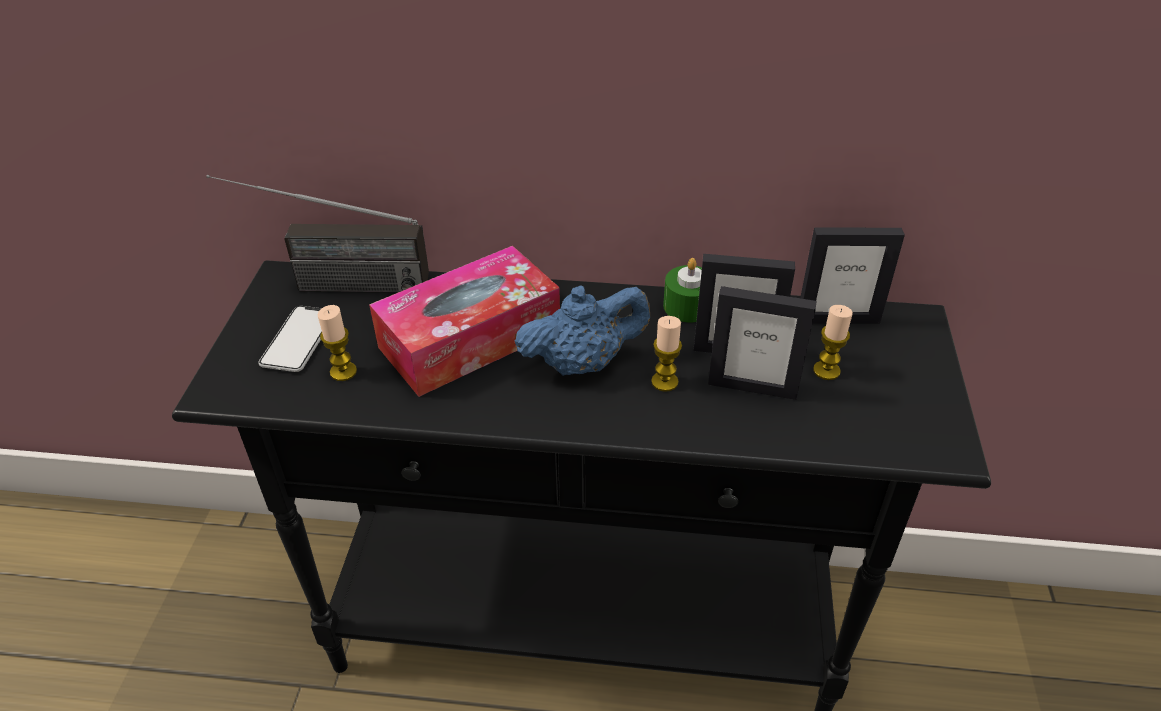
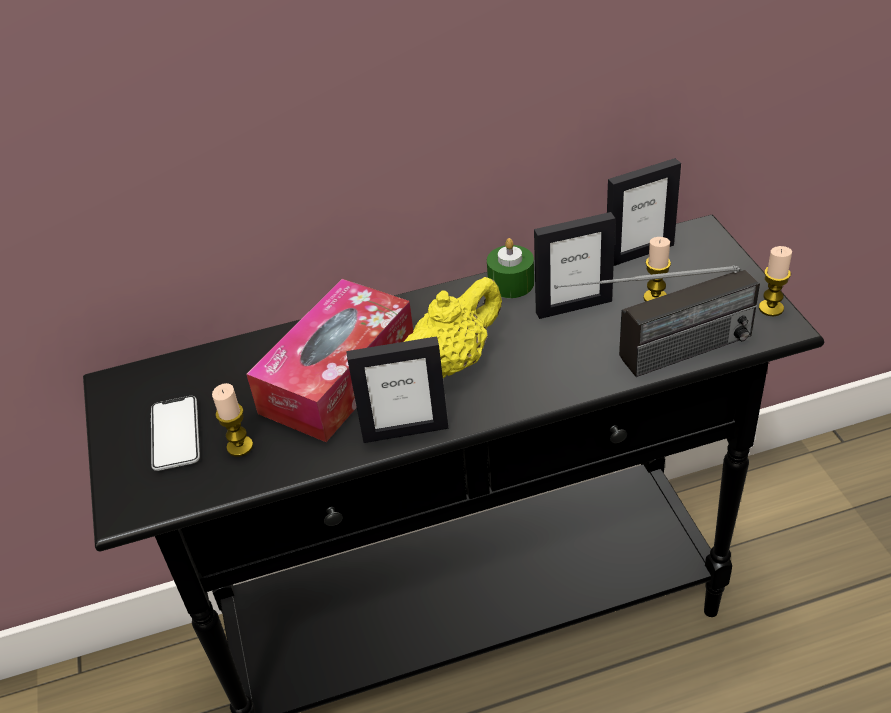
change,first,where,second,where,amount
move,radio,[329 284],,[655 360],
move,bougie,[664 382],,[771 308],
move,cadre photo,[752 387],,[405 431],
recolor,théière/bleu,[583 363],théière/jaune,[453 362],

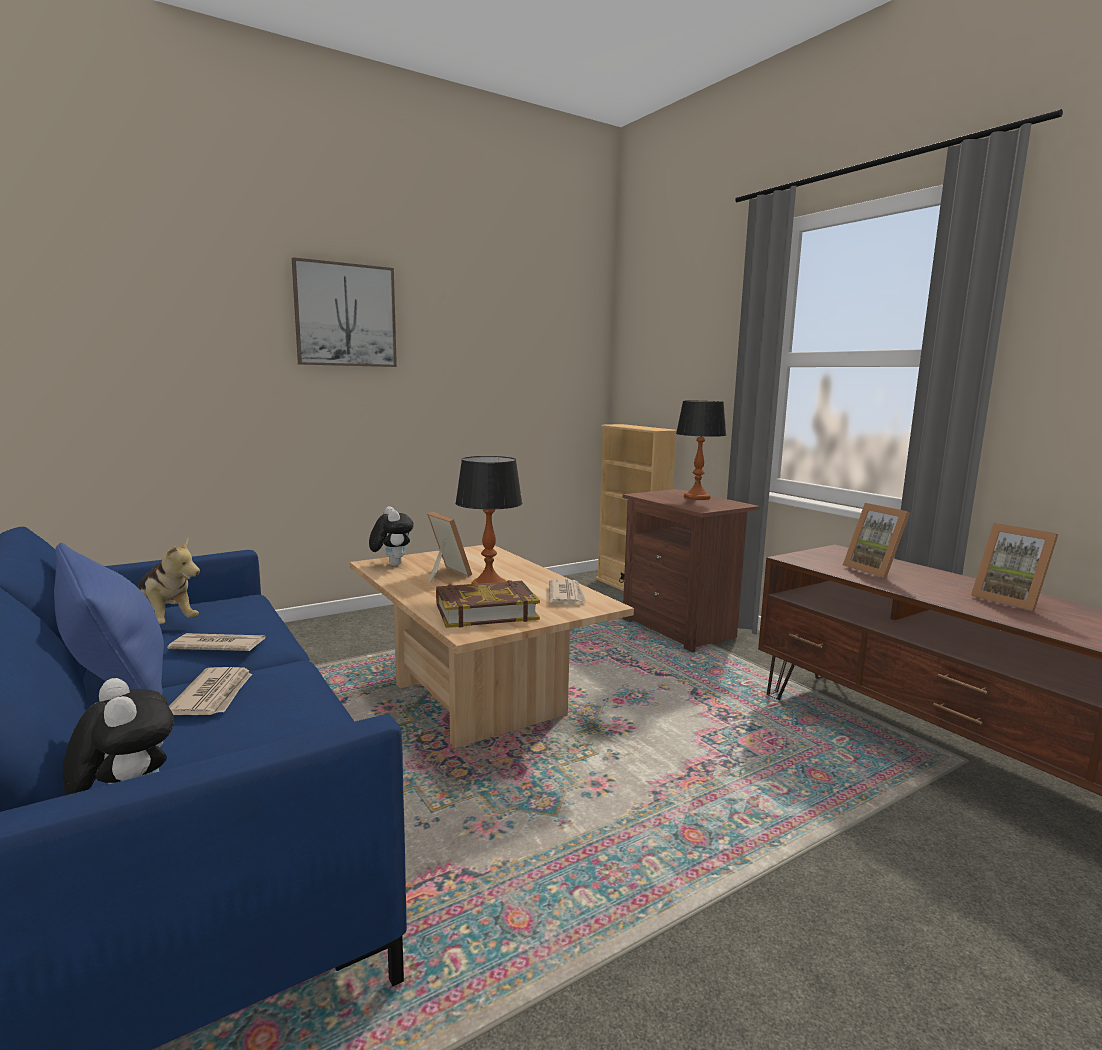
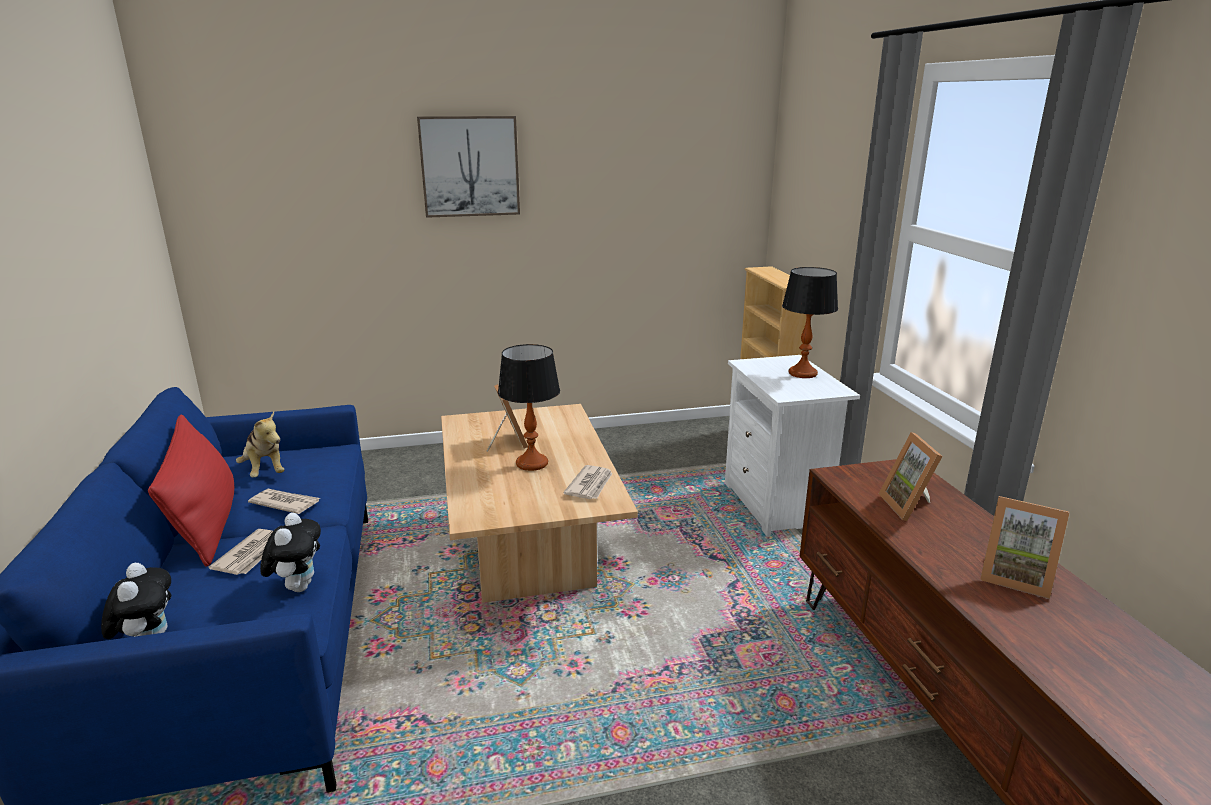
change,first,where,second,where,amount
delete,livre,[485 611],,,
move,peluche,[391 564],,[298 586],
recolor,coussin/bleu,[115 675],coussin/rouge,[205 522],
recolor,table de chevet/marron,[682 629],table de chevet/blanc,[778 505],
rotate,cadre photo,[1010 600],,[1014 577],45 degrees counterclockwise

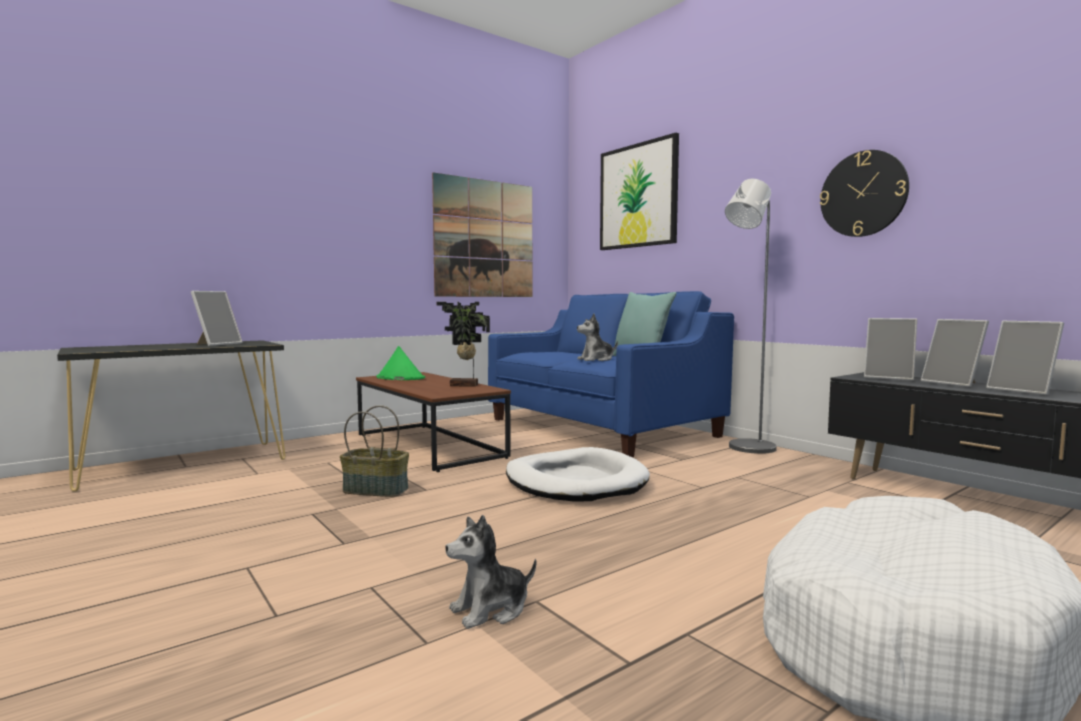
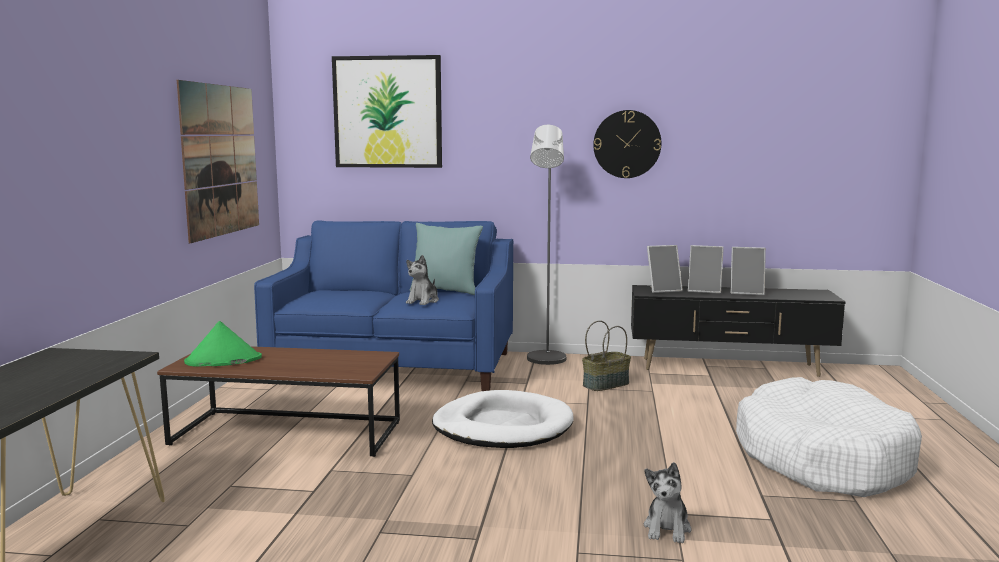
change,first,where,second,where,amount
delete,cadre photo,[217 344],,,
delete,plante en pot,[464 386],,,
move,panier,[376 490],,[605 384],

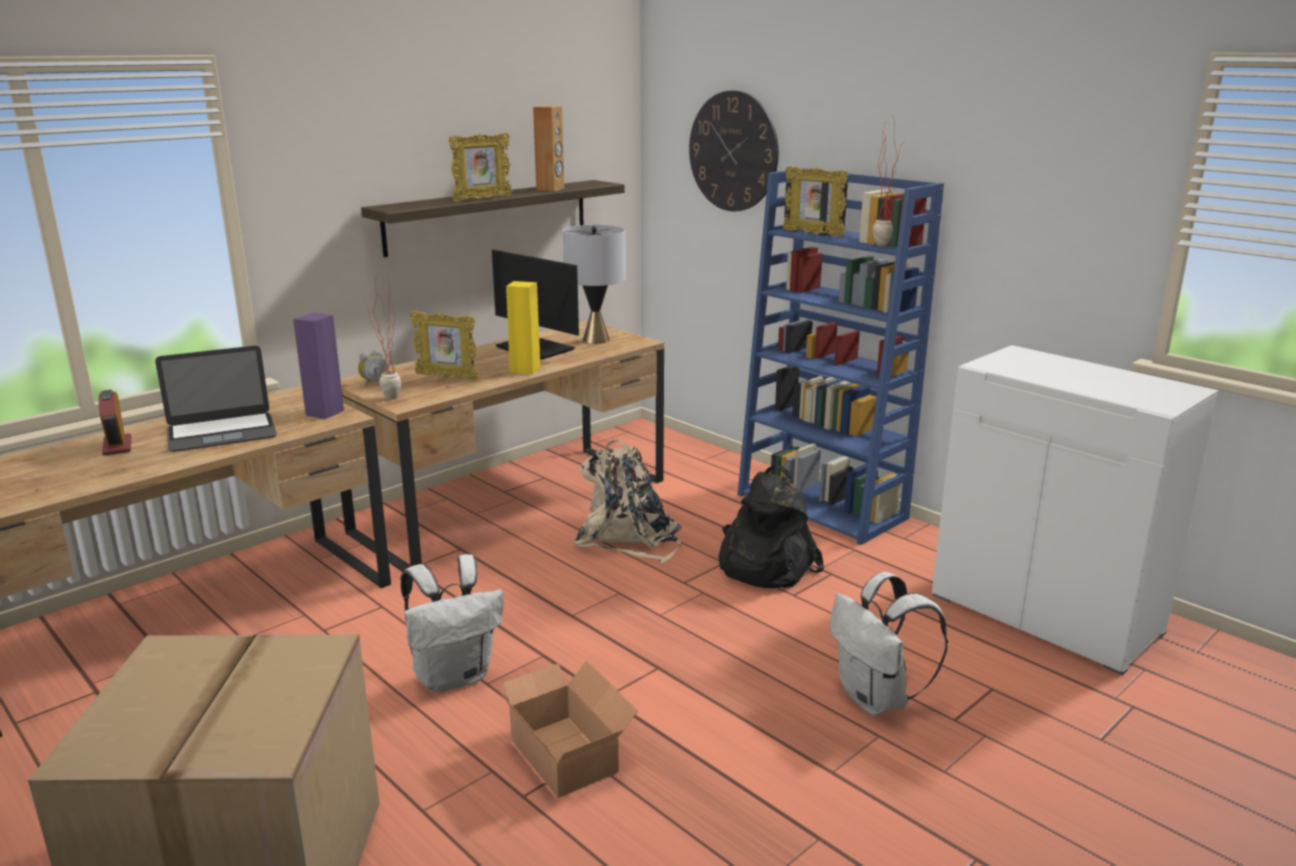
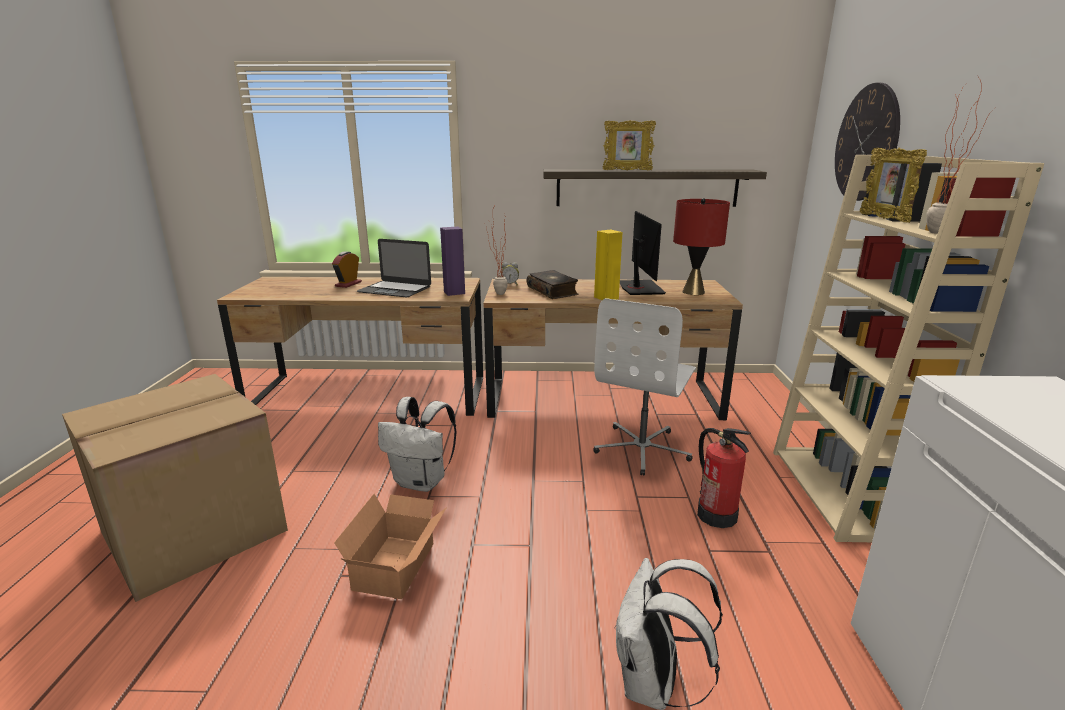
change,first,where,second,where,amount
delete,enceinte/marron,[550 189],,,
replace,cadre photo,[447 377],livre,[553 291],
replace,sac à dos/beige,[628 539],chaise de bureau/blanc,[642 449],
replace,sac à dos/noir,[763 566],extincteur,[716 515],
recolor,lampe de table/gris,[596 340],lampe de table/rouge,[693 292],
recolor,bibliothèque/bleu,[823 506],bibliothèque/beige,[843 493],

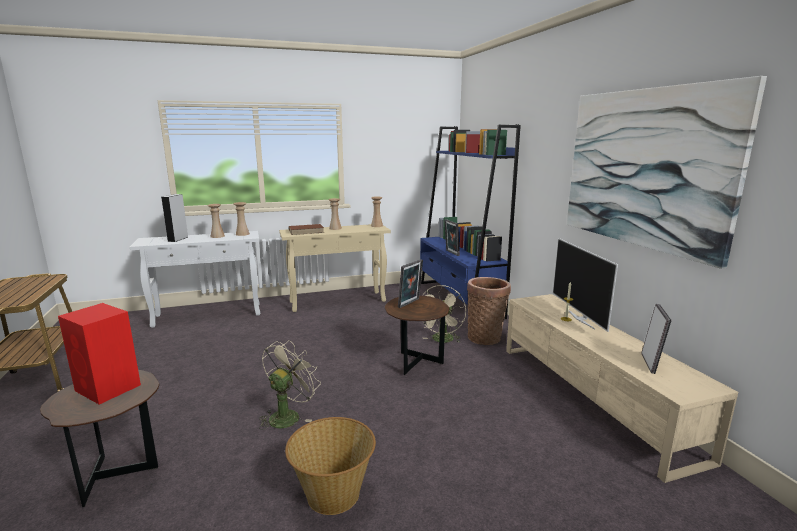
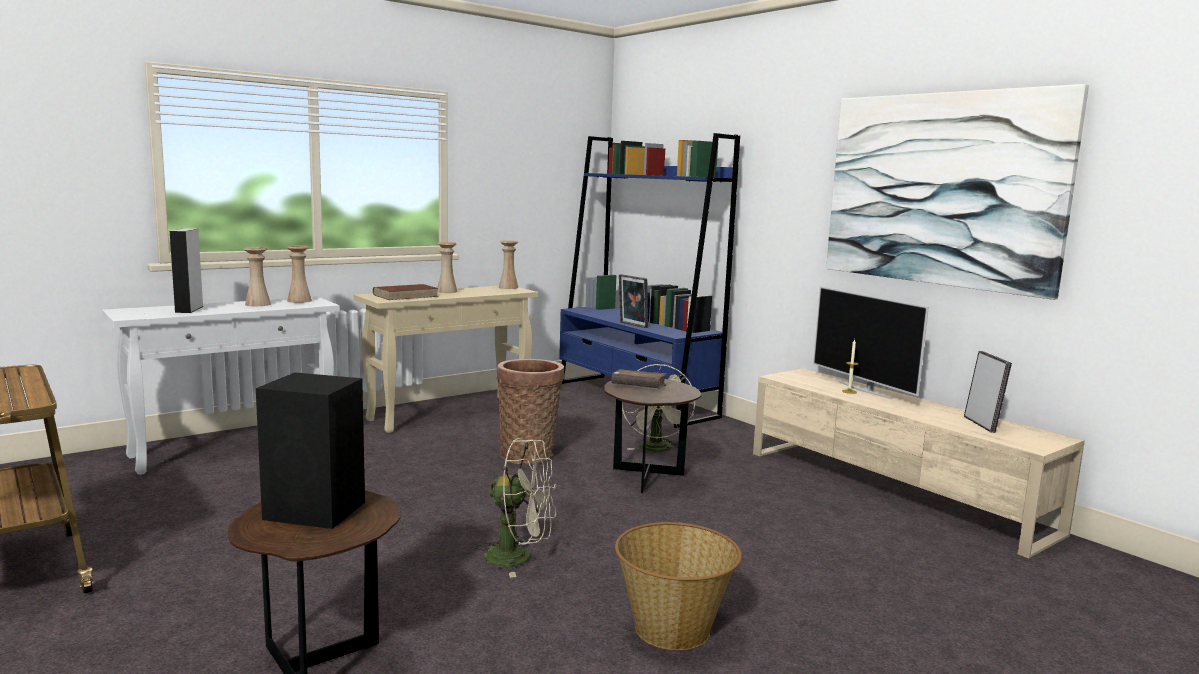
change,first,where,second,where,amount
move,panier,[485 337],,[528 454],
replace,cadre photo,[410 303],livre/marron,[638 386],
recolor,enceinte/rouge,[109 388],enceinte/noir,[317 511],
rotate,ventilateur/beige,[288 415],,[519 558],90 degrees clockwise

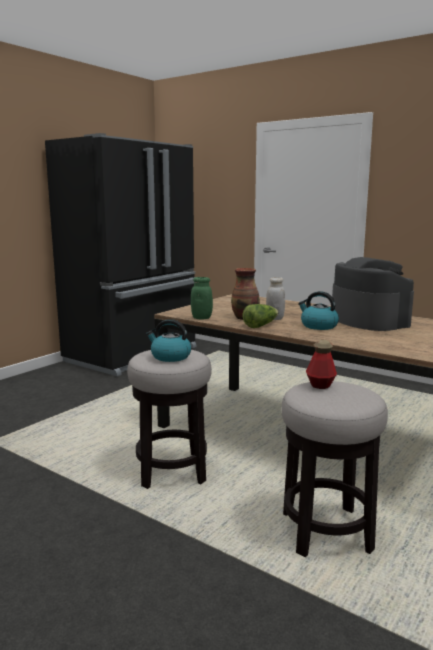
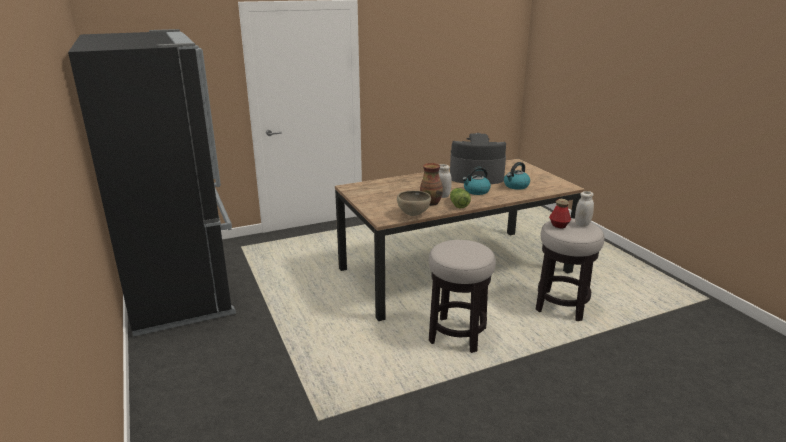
change,first,where,second,where,amount
insert,,,bocal/blanc,[582 224],
move,bouilloire,[170 357],,[516 186],
replace,bocal/vert,[201 318],bol/marron,[413 215],

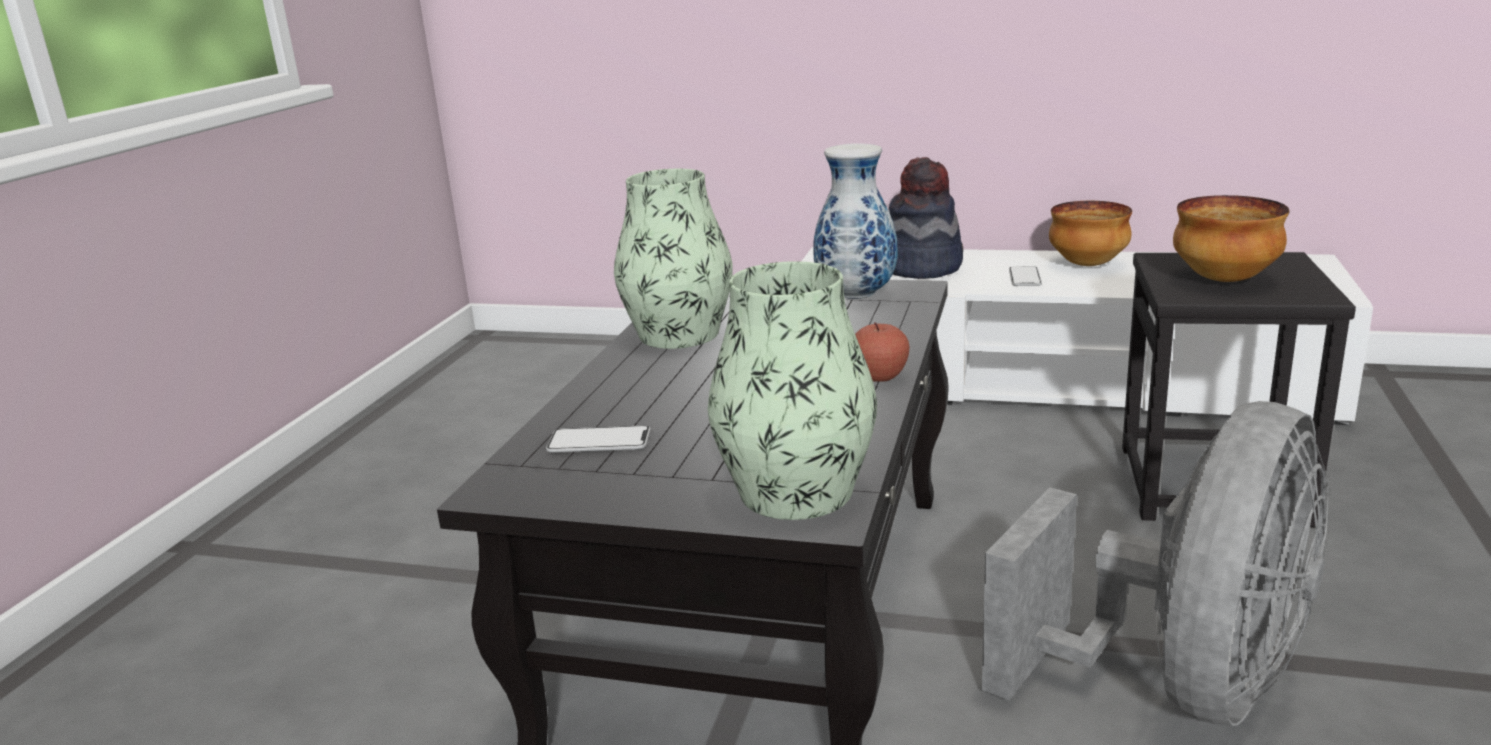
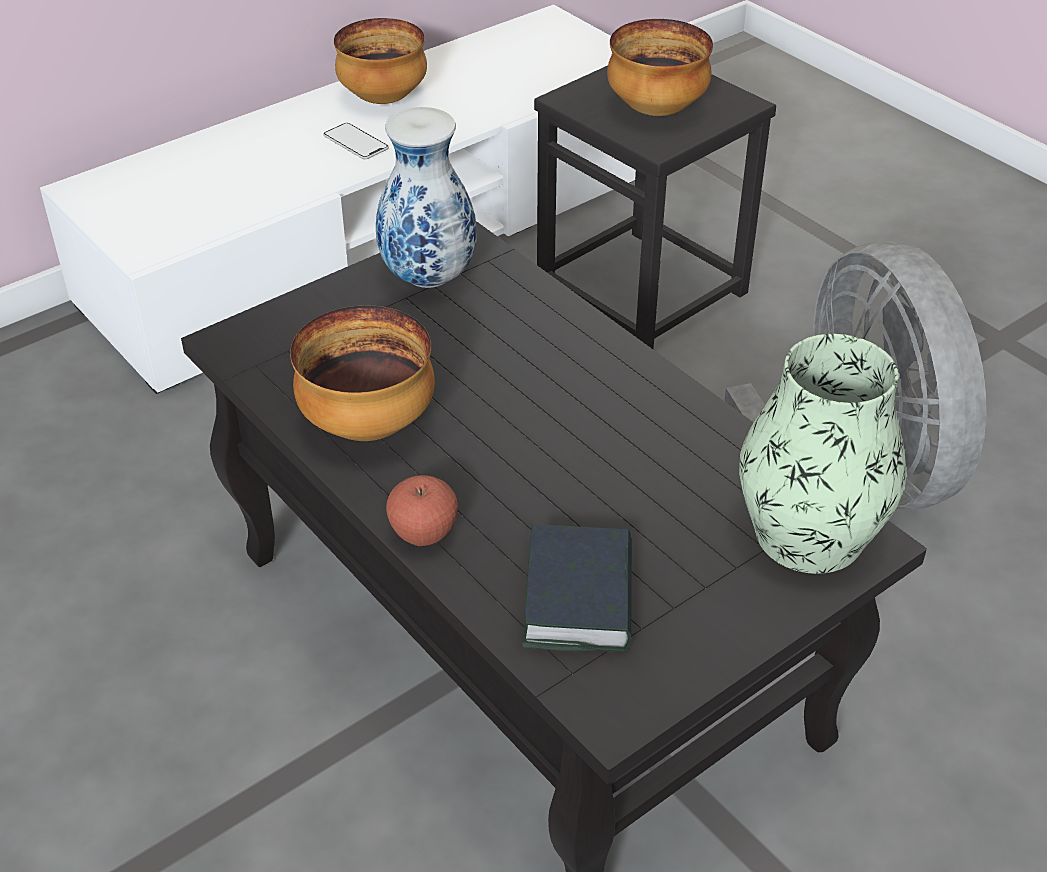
change,first,where,second,where,amount
delete,chapeau,[921 267],,,
move,pomme,[879 377],,[423 533],
replace,téléphone,[599 442],livre,[579 599],
replace,vase,[678 334],bol,[368 426],

